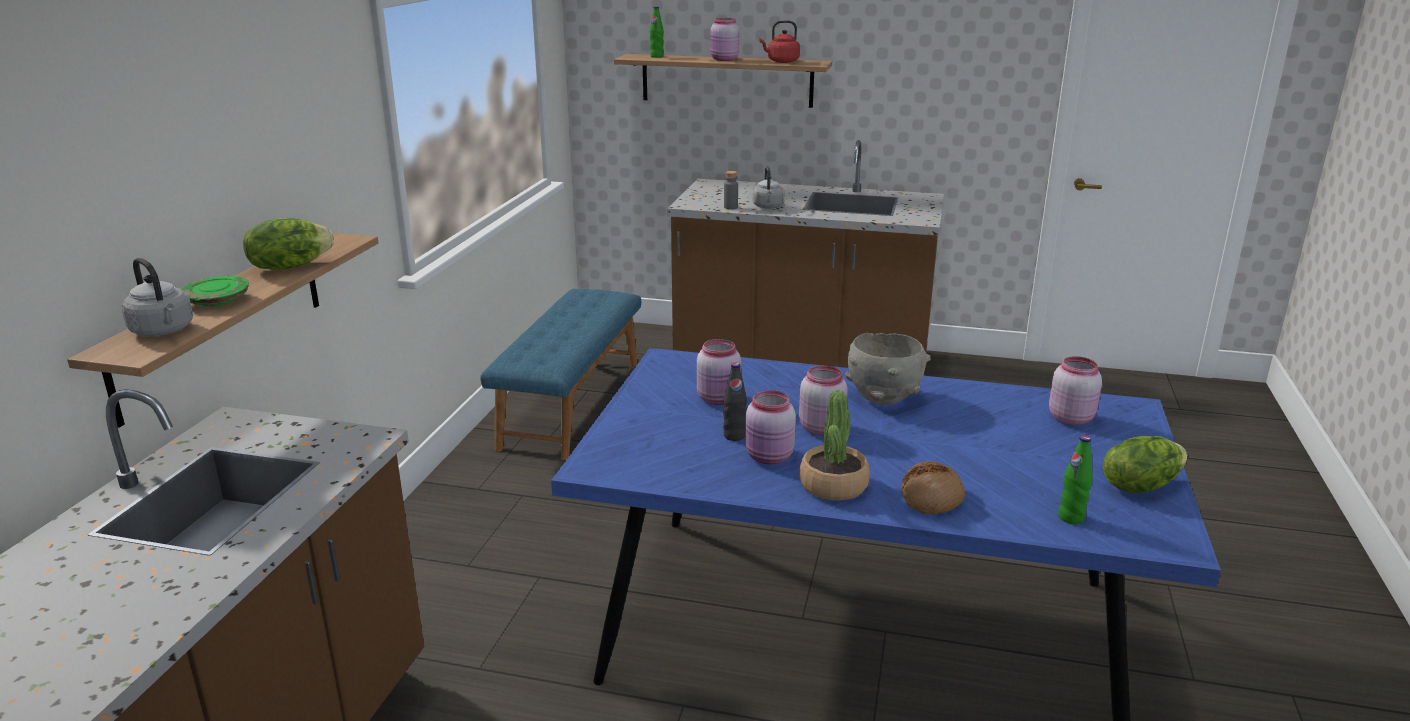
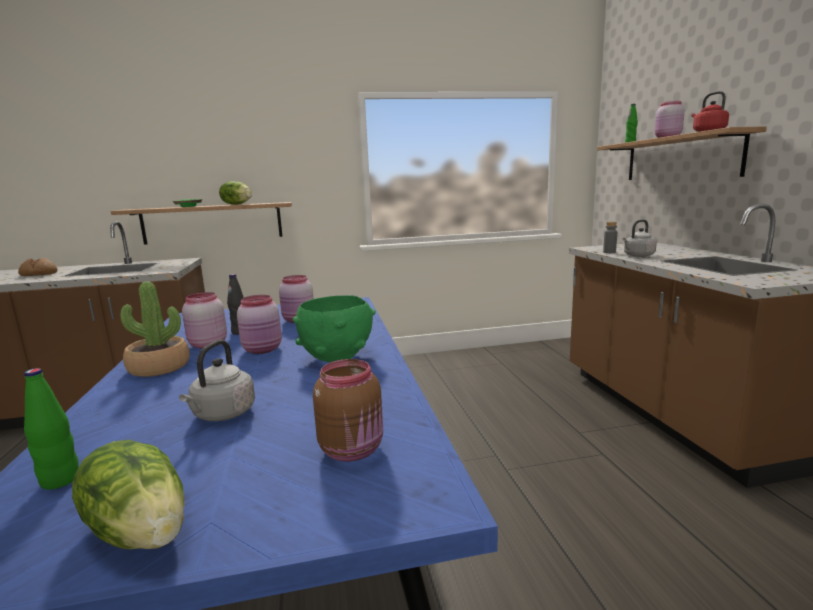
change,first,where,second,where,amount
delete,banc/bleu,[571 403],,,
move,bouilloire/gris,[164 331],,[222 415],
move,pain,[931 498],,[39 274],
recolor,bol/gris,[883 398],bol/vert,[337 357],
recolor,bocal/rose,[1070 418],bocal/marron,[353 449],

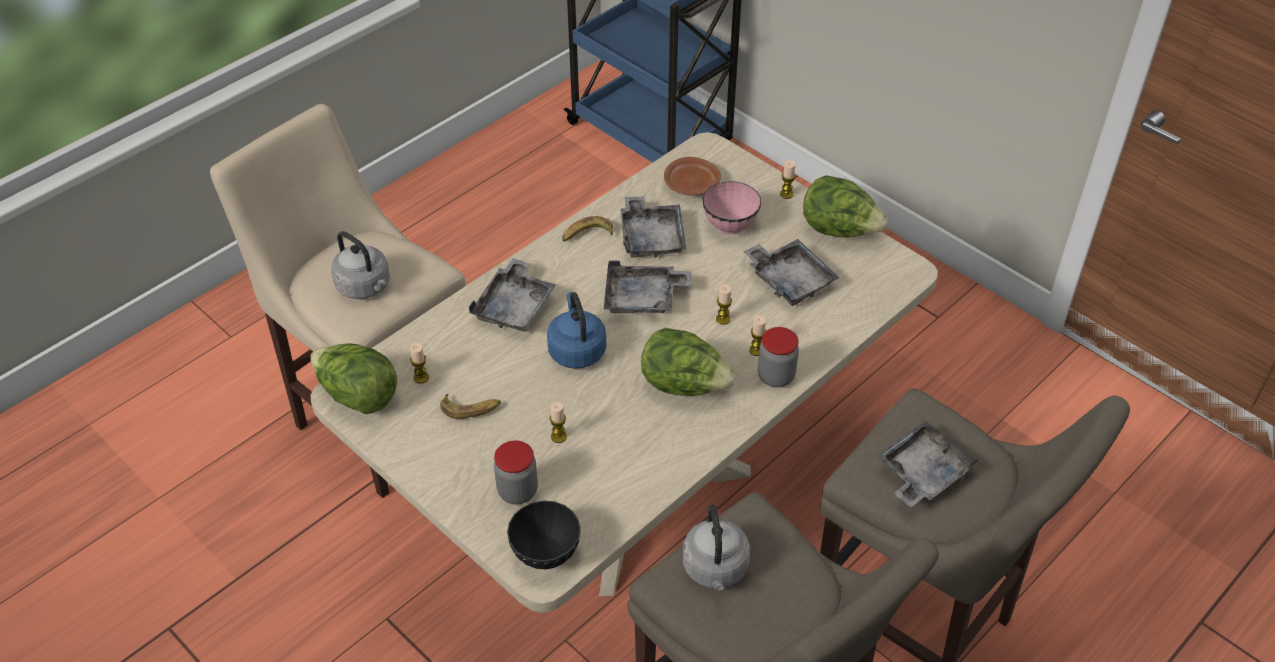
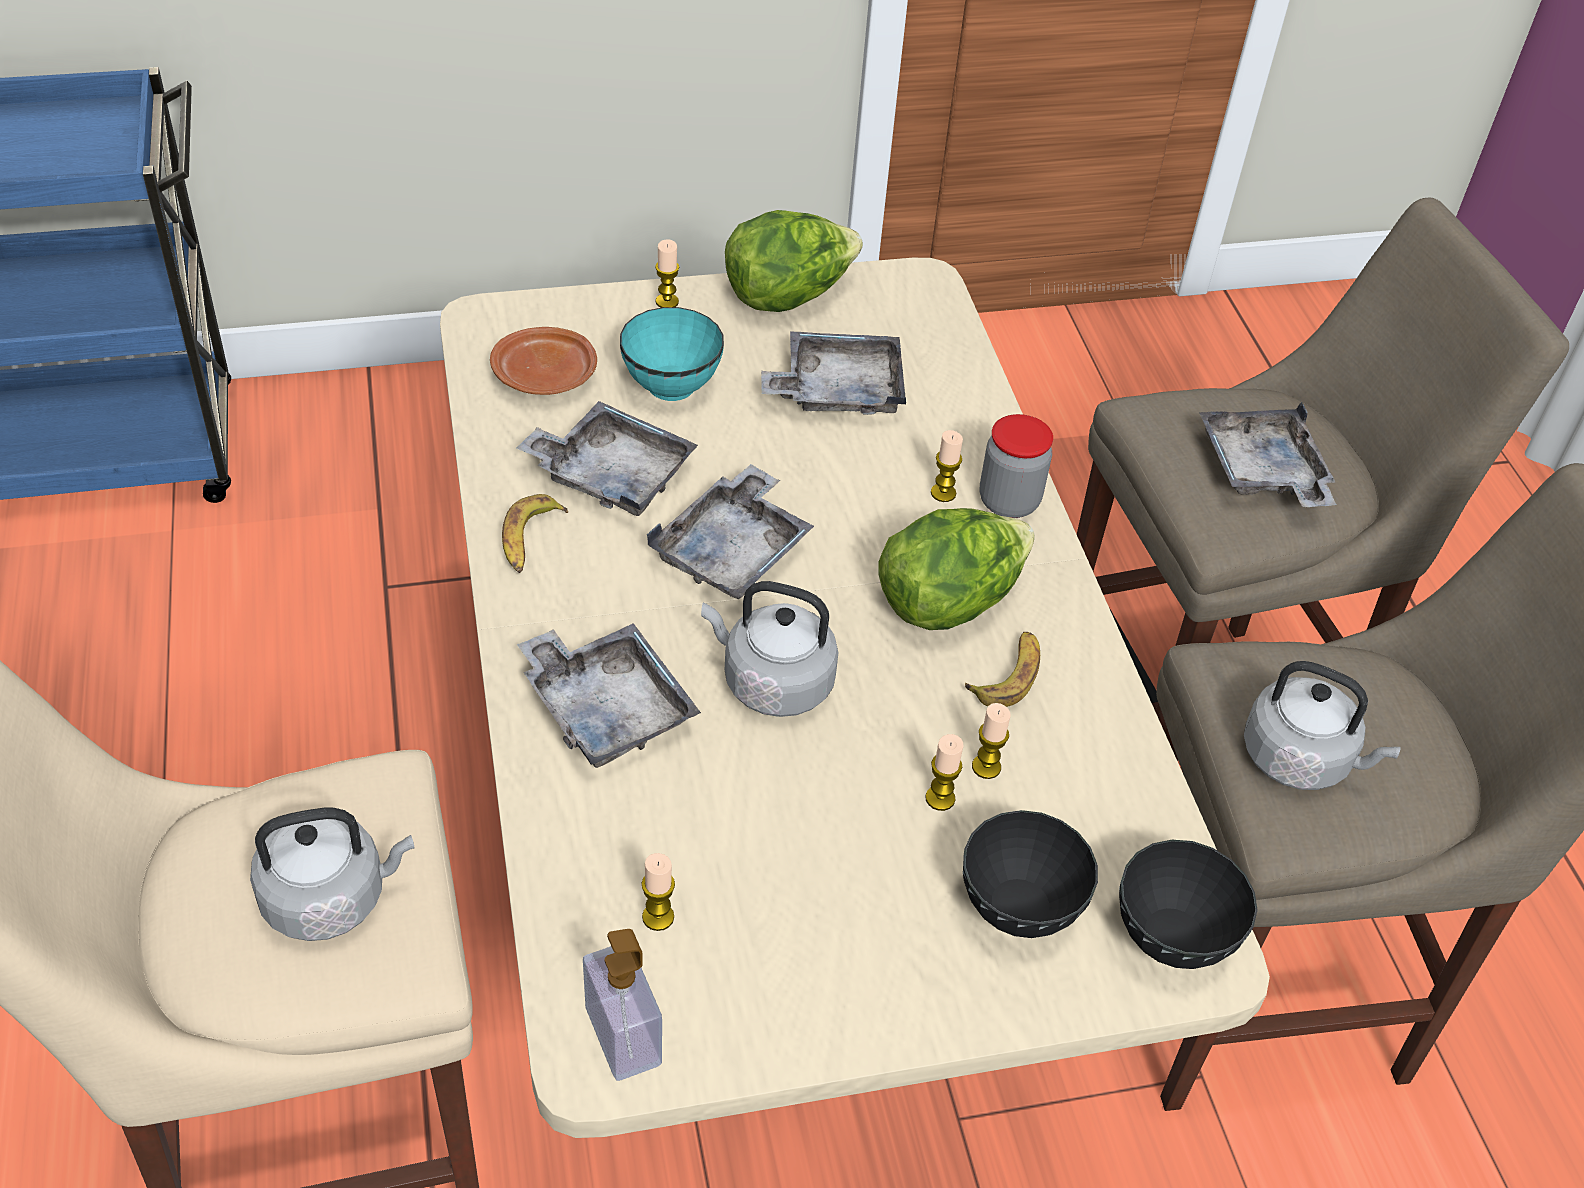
change,first,where,second,where,amount
move,banane,[471 409],,[1008 675],
move,bougie,[723 319],,[986 767],
replace,laitue,[358 396],distributeur de savon,[623 1035],
replace,bocal,[517 491],bol/noir,[1018 909],
recolor,bouilloire/bleu,[576 350],bouilloire/gris,[772 682],
recolor,bol/rose,[730 225],bol/turquoise,[671 384],

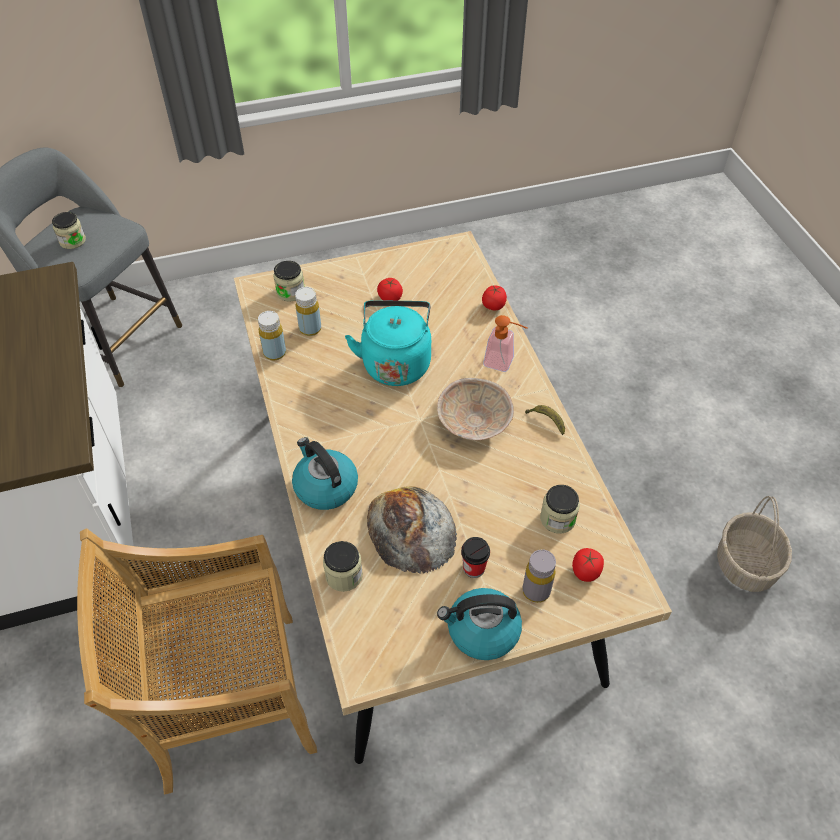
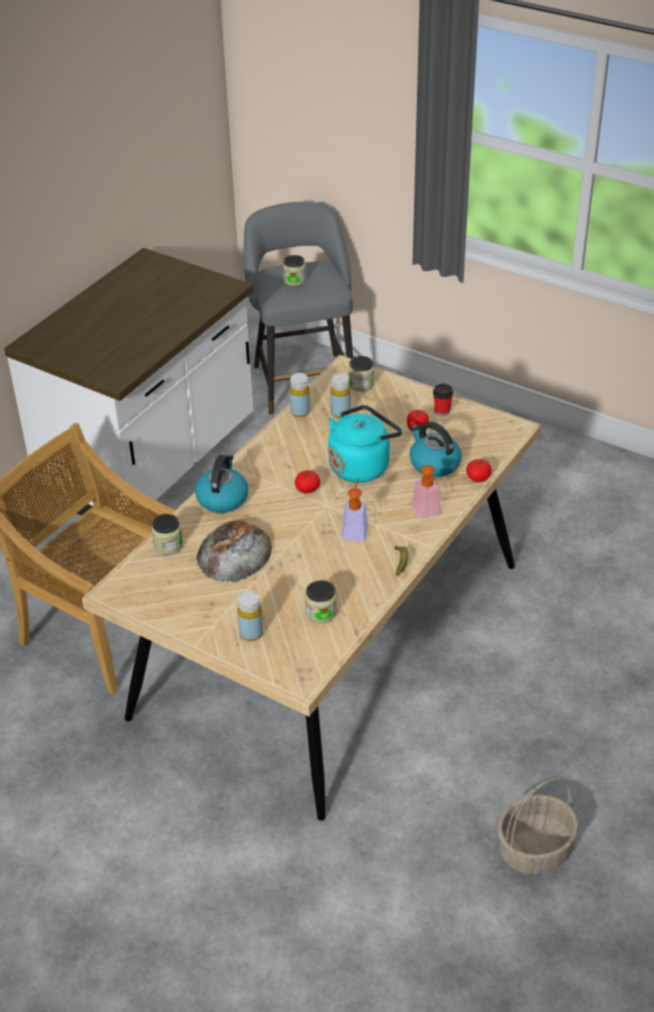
change,first,where,second,where,amount
move,bouilloire,[481 631],,[433 464],
move,tasse,[474 568],,[442 411],
move,tomate,[585 571],,[307 489],
replace,bol/beige,[474 422],distributeur de savon,[355 530],
recolor,bouteille/gris,[536 591],bouteille/jaune,[251 633],

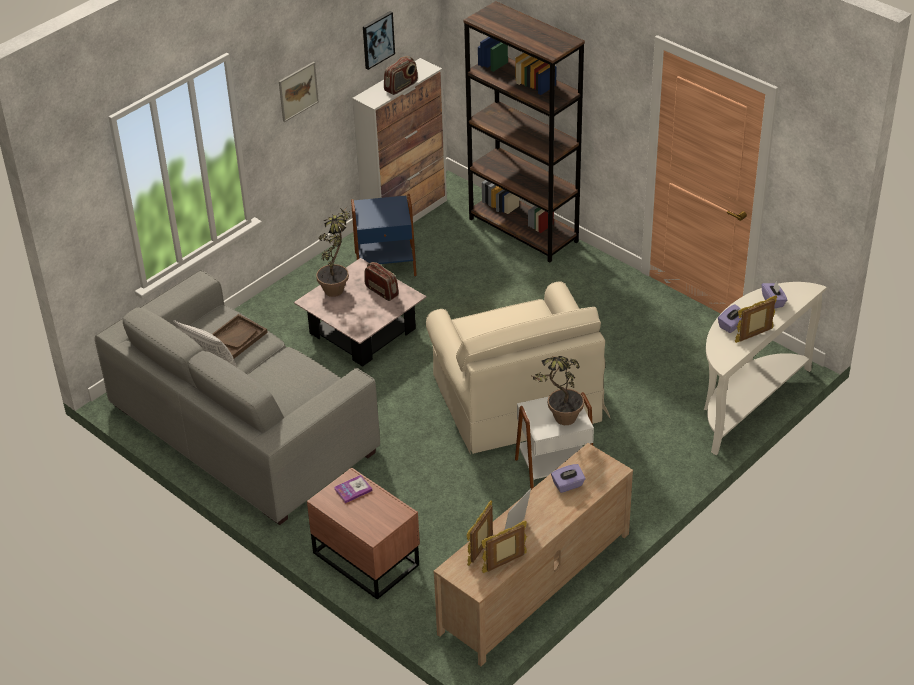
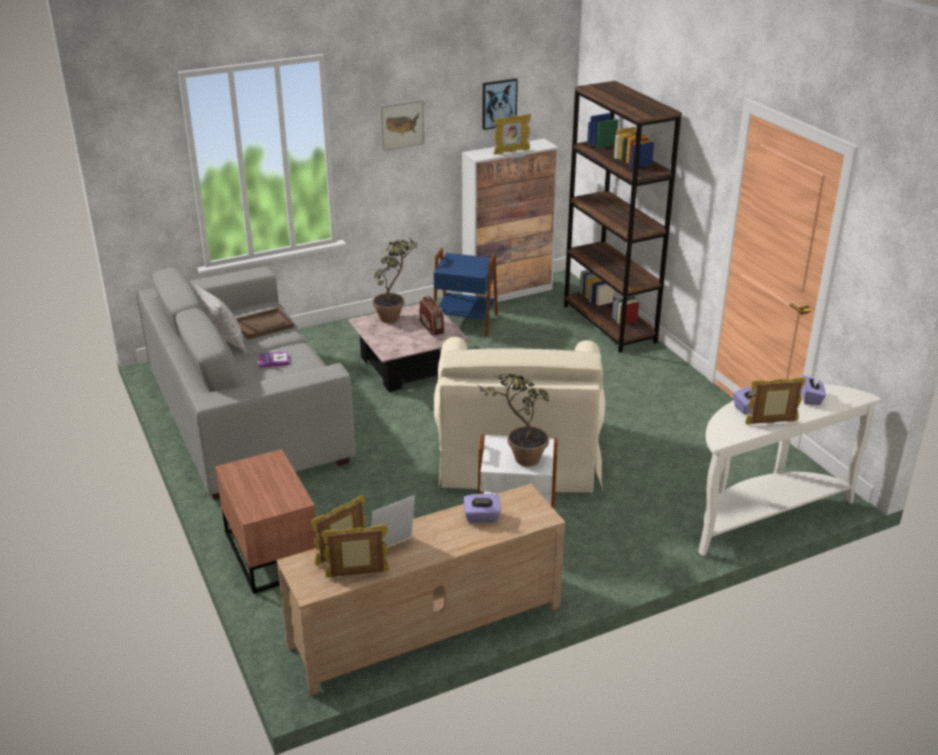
change,first,where,second,where,amount
move,livre,[353 490],,[274 360],
replace,radio,[401 87],cadre photo,[511 152],

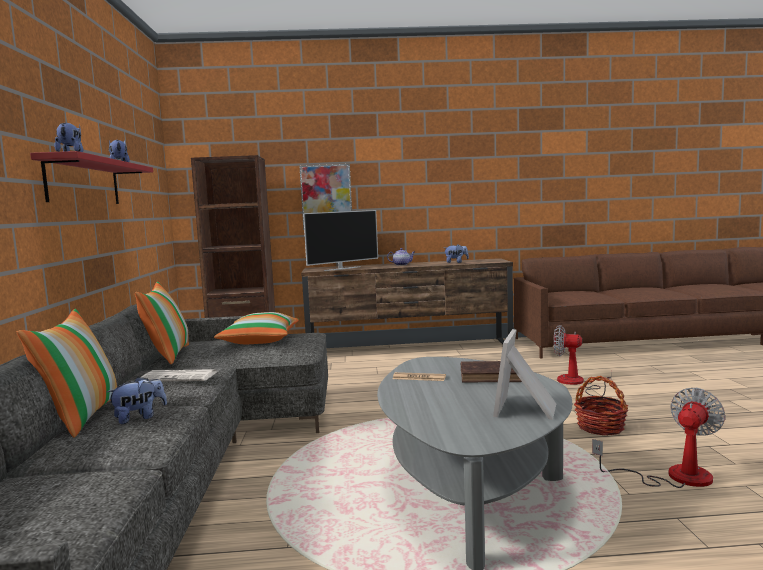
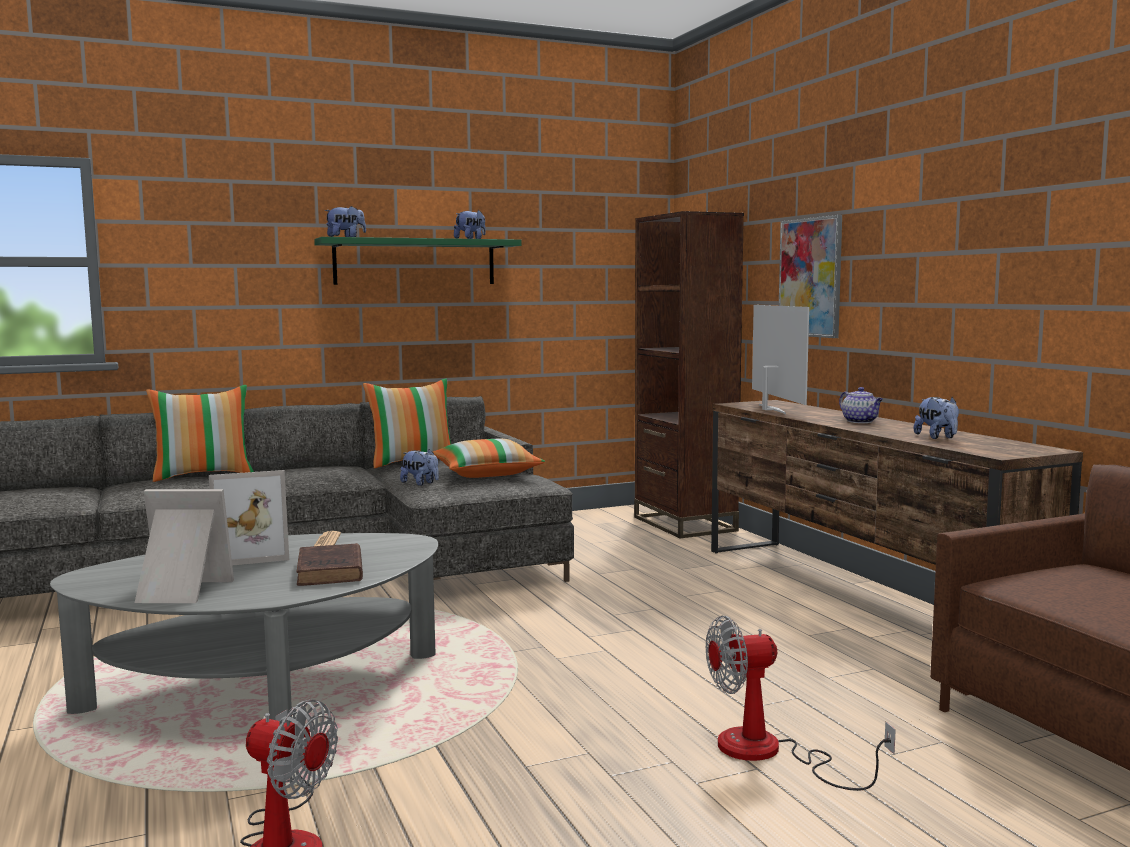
change,first,where,second,where,amount
delete,journal,[180 377],,,
delete,panier,[600 427],,,
insert,,,cadre photo,[251 554],
move,peluche,[139 417],,[420 483],
recolor,étagère/rouge,[84 182],étagère/vert,[415 262],
rotate,téléviseur,[342 268],,[770 409],135 degrees counterclockwise
rotate,ventilateur,[576 383],,[769 753],105 degrees counterclockwise

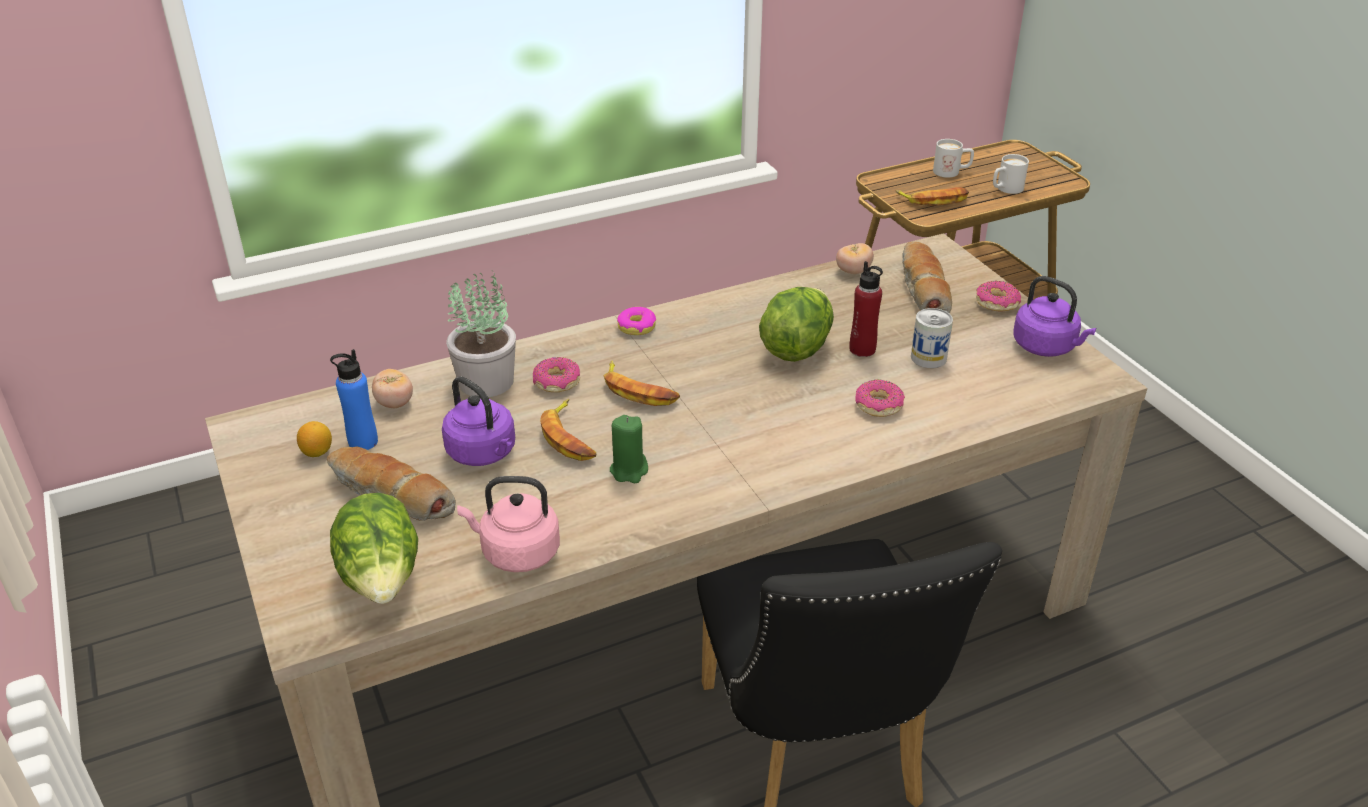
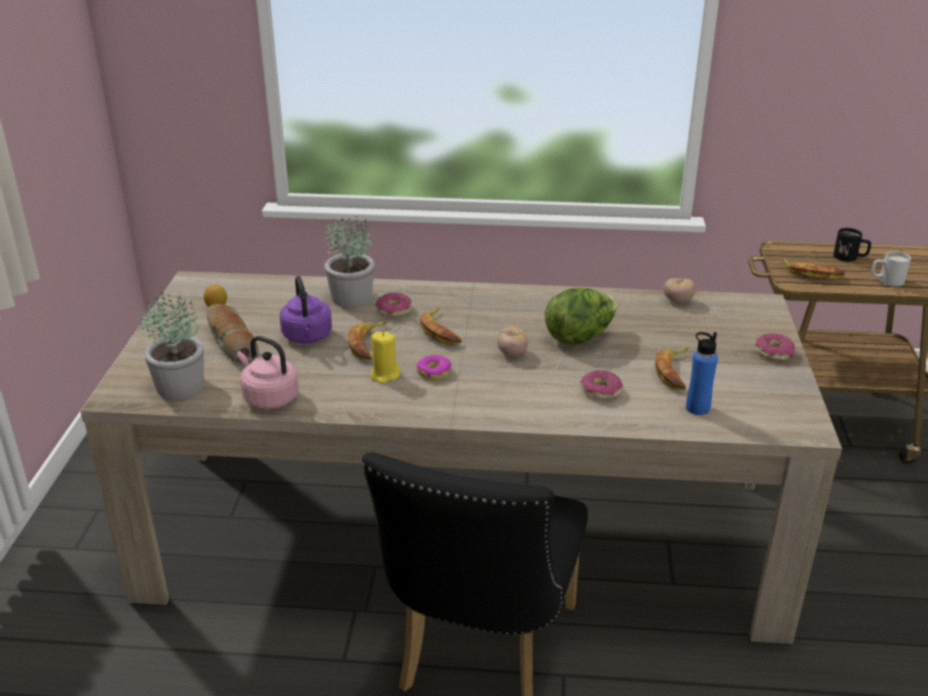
change,first,where,second,where,amount
delete,bouteille/rouge,[862 349],,,
delete,pain,[922 289],,,
delete,bouilloire/violet,[1047 347],,,
move,bouteille/bleu,[363 442],,[697 408],
move,tomate,[395 403],,[512 353],
move,beignet,[636 327],,[434 372],
replace,laitue,[382 580],plante en pot,[181 385],
replace,boîte métallique,[928 358],banane,[674 372],
recolor,bougie/vert,[629 470],bougie/jaune,[385 375],
recolor,mug/blanc,[952 172],mug/noir,[850 258],

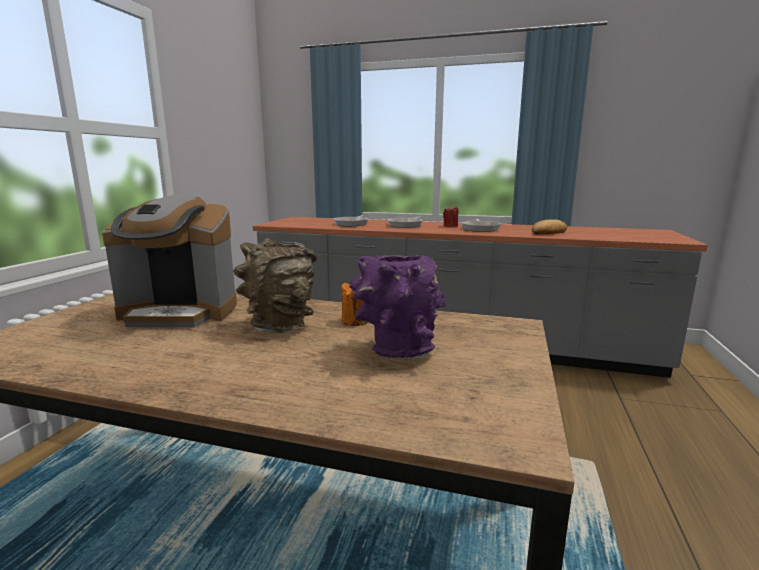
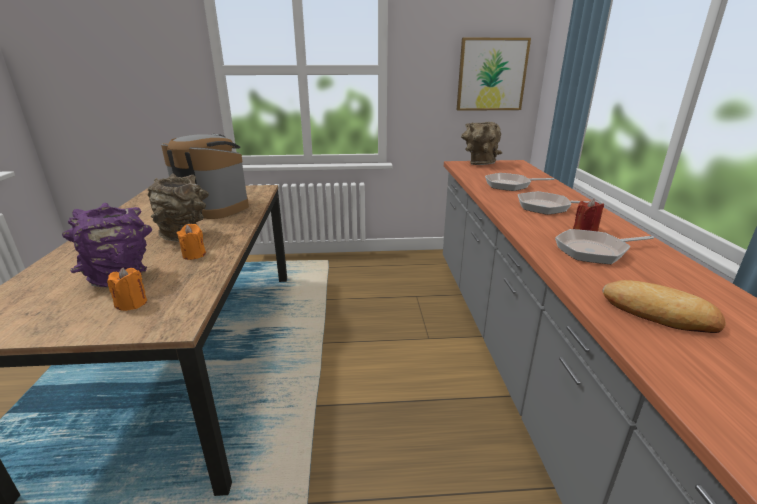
change,first,where,second,where,amount
insert,,,bougie/orange,[132 303],
insert,,,tableau,[491 75],
insert,,,vase/marron,[478 164],
rotate,machine à café,[180 313],,[213 207],135 degrees clockwise

